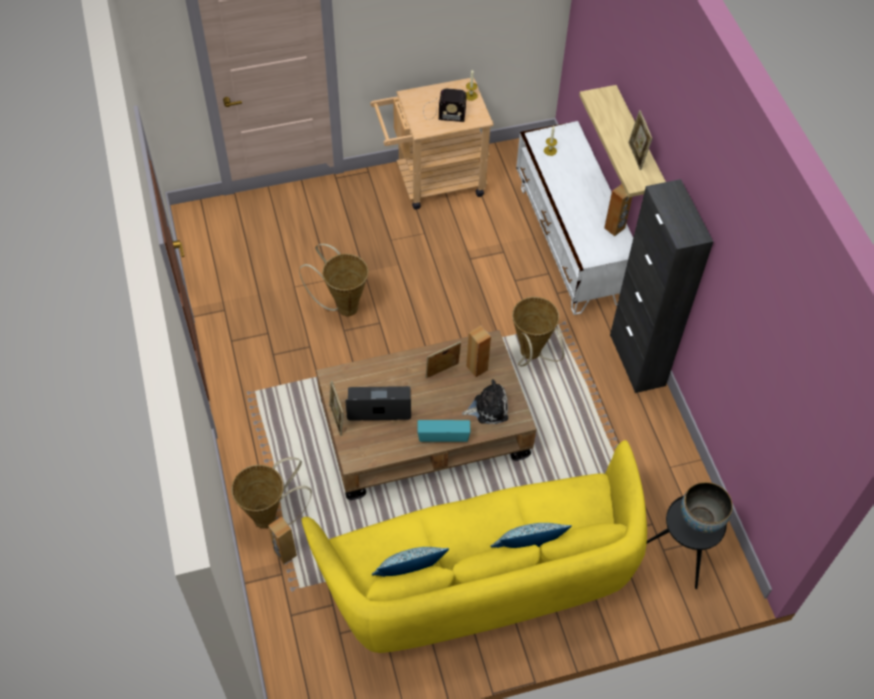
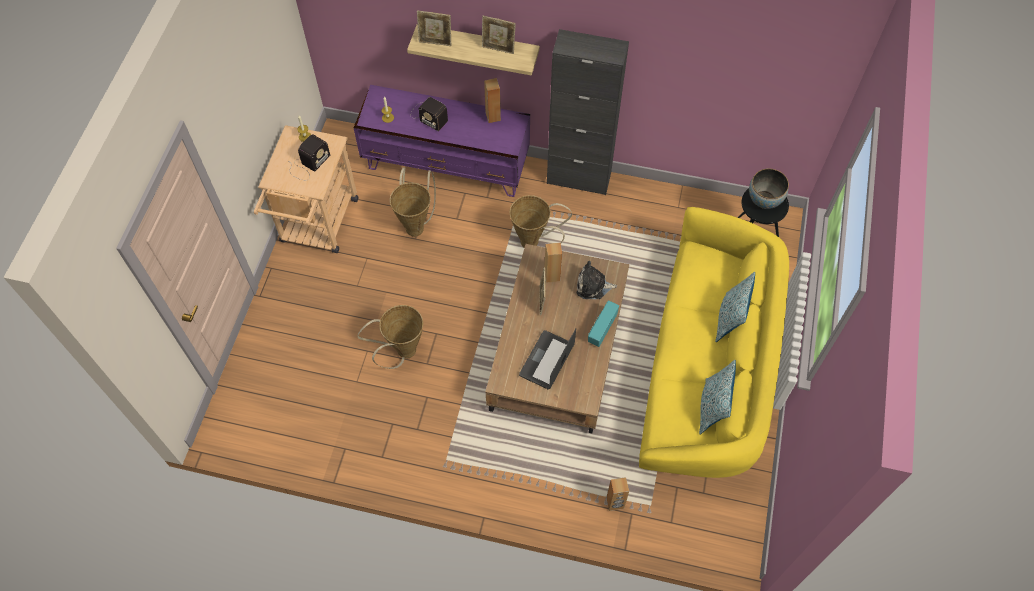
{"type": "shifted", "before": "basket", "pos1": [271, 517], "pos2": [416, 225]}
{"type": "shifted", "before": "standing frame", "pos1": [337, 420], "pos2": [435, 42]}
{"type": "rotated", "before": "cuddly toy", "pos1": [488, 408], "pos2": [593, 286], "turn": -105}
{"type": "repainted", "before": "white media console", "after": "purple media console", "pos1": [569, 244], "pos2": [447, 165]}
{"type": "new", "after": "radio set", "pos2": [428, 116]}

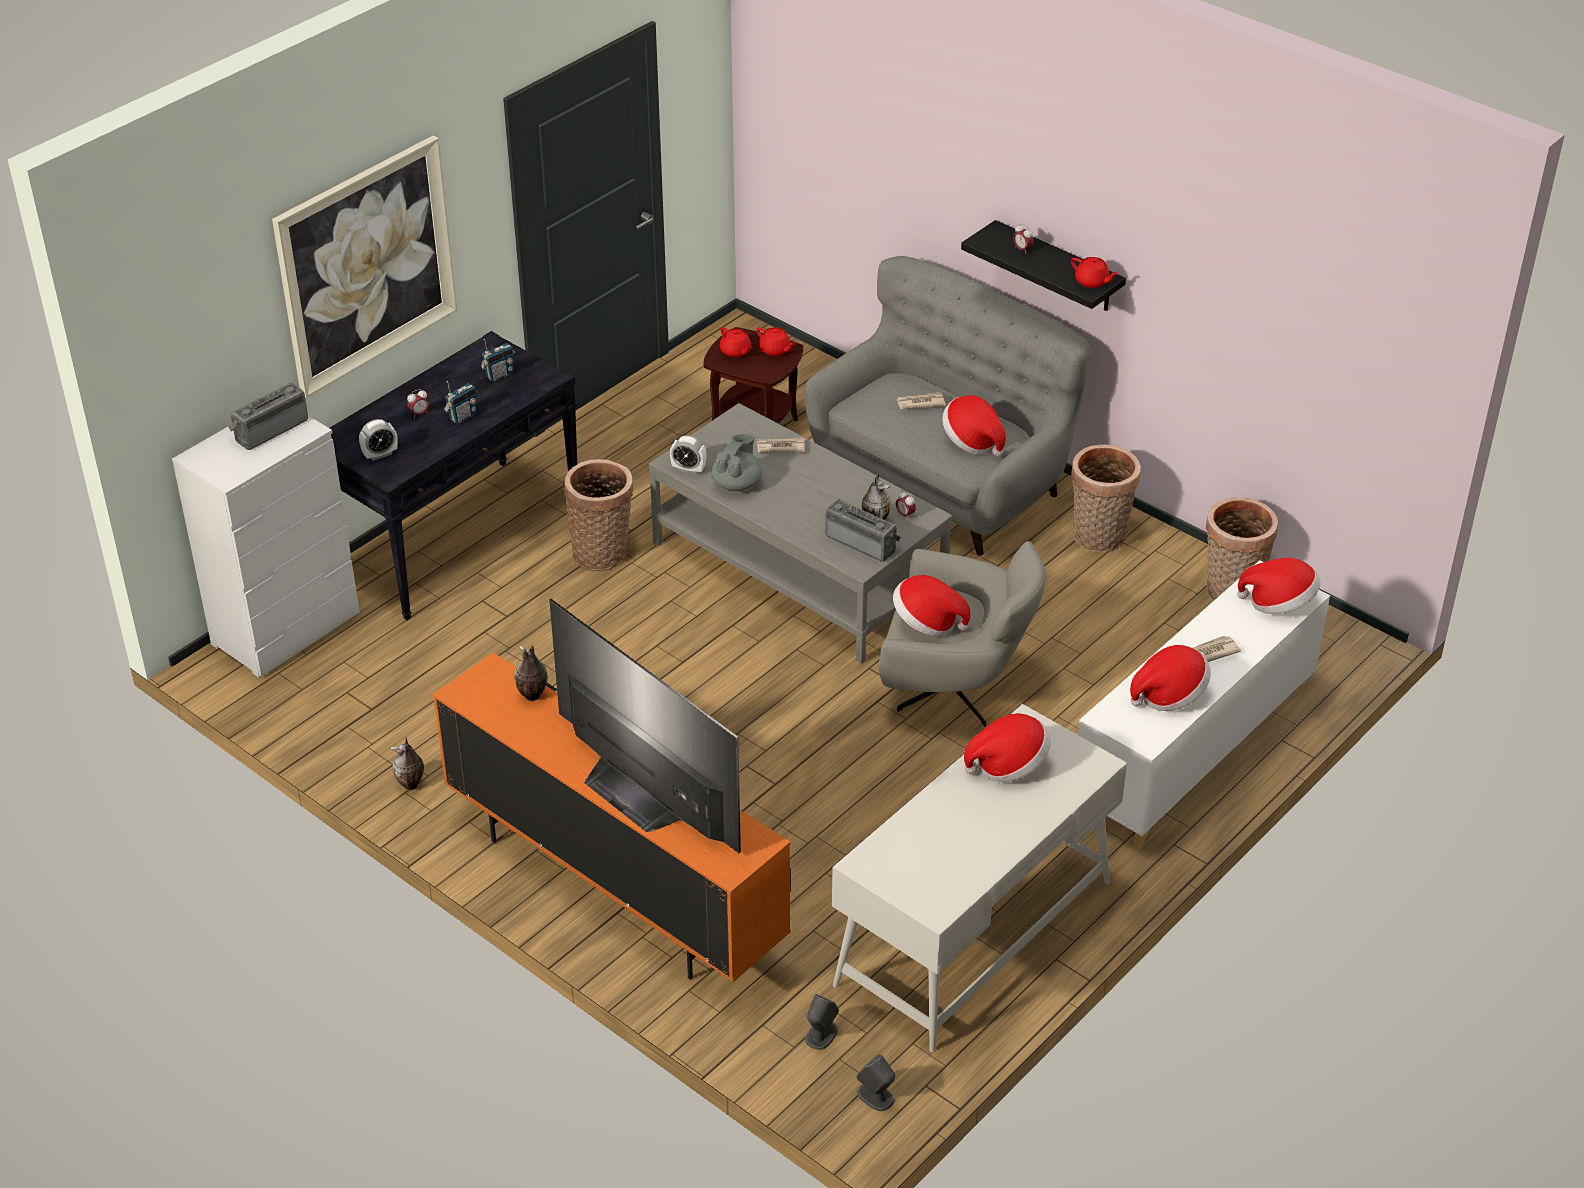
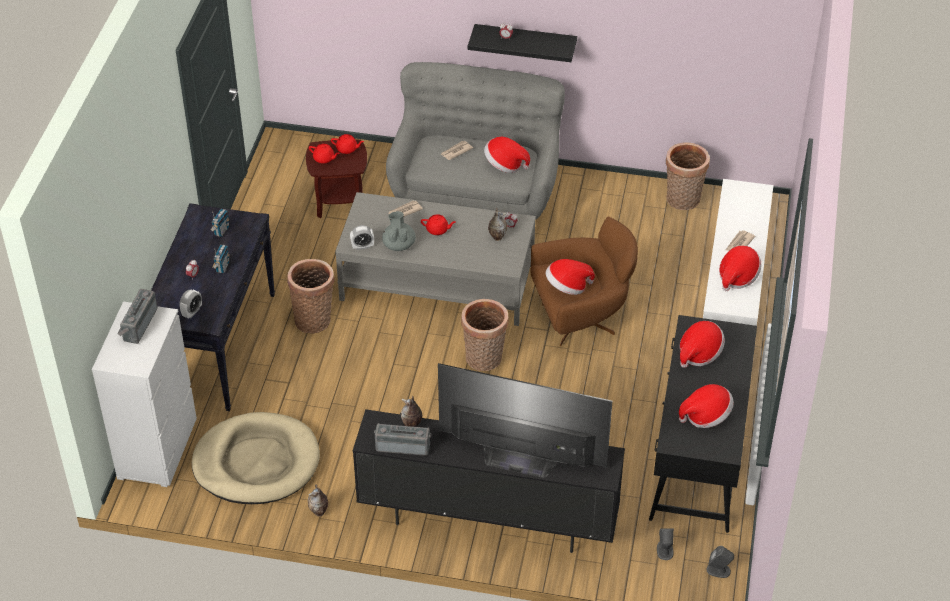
{"type": "gone", "before": "wall art", "pos1": [366, 265]}
{"type": "repainted", "before": "orangey media console", "after": "blackish media console", "pos1": [612, 887], "pos2": [486, 519]}
{"type": "shifted", "before": "radio set", "pos1": [862, 542], "pos2": [403, 445]}
{"type": "repainted", "before": "white desk", "after": "blackish desk", "pos1": [973, 932], "pos2": [698, 456]}
{"type": "repainted", "before": "greyish easy chair", "after": "brownish easy chair", "pos1": [955, 688], "pos2": [581, 319]}
{"type": "shifted", "before": "red-coloured pot for tea", "pos1": [1092, 282], "pos2": [437, 230]}
{"type": "shifted", "before": "basket", "pos1": [1098, 538], "pos2": [484, 360]}
{"type": "shifted", "before": "clothing hat", "pos1": [1279, 603], "pos2": [706, 415]}
{"type": "new", "after": "beige-coloured dog cushion", "pos2": [256, 462]}

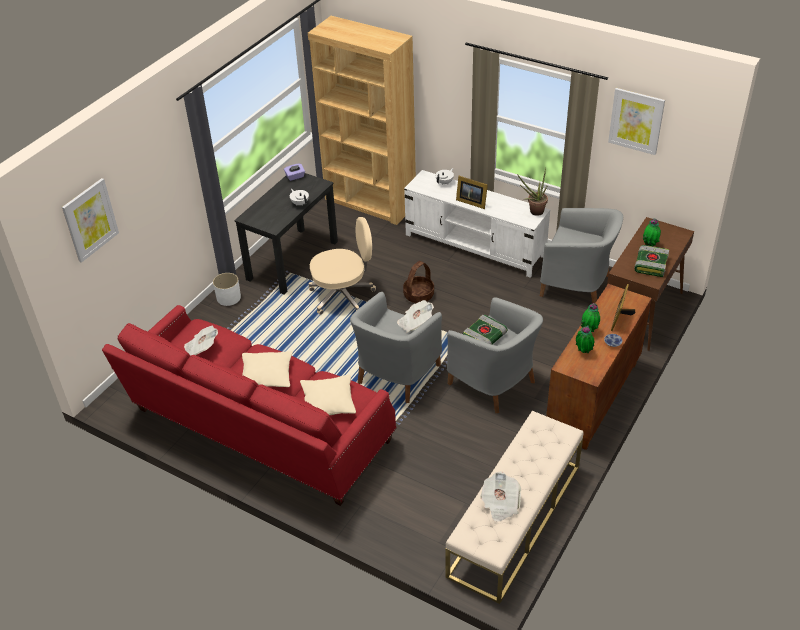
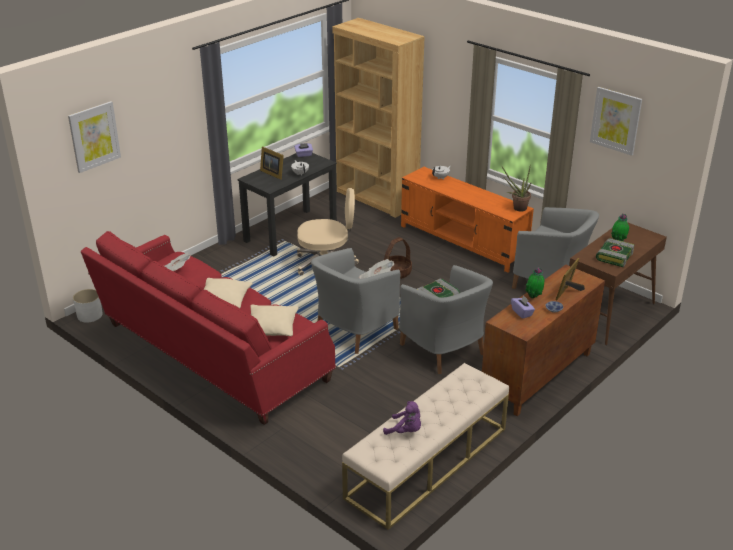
{"type": "shifted", "before": "white flower pot", "pos1": [228, 298], "pos2": [89, 315]}
{"type": "repainted", "before": "white media console", "after": "orangey media console", "pos1": [475, 246], "pos2": [463, 242]}
{"type": "shifted", "before": "standing frame", "pos1": [471, 202], "pos2": [272, 173]}
{"type": "swapped", "before": "newspaper", "after": "purple cuddly toy", "pos1": [500, 504], "pos2": [405, 431]}
{"type": "swapped", "before": "houseplant", "after": "purple box of tissues", "pos1": [583, 352], "pos2": [522, 312]}

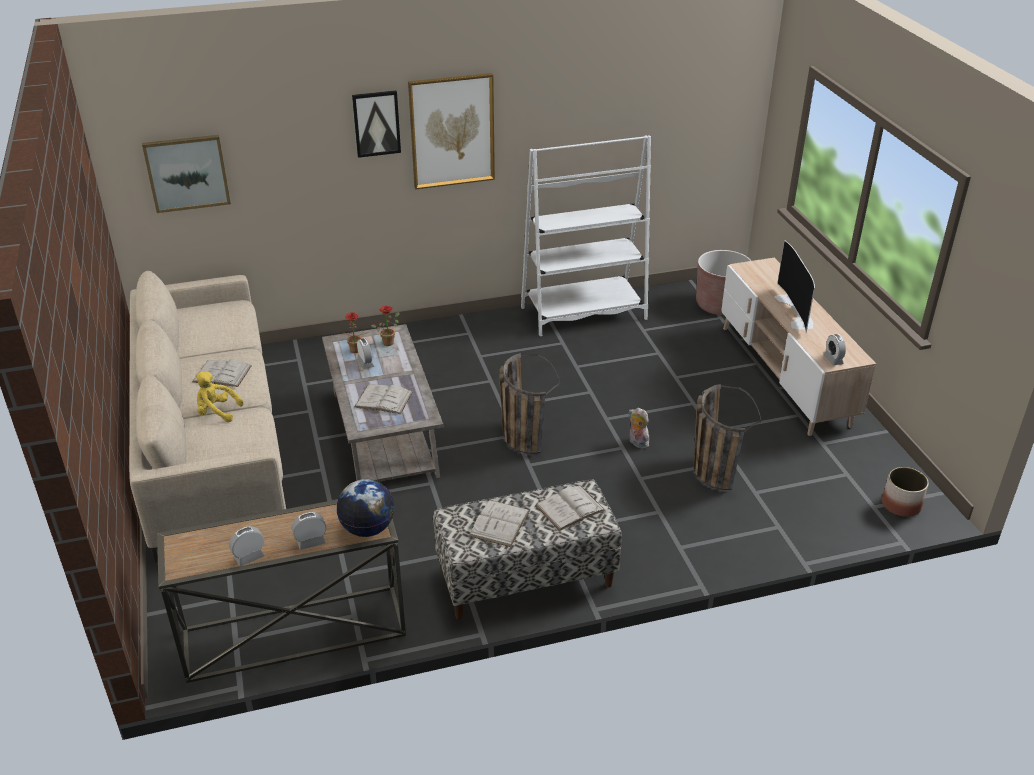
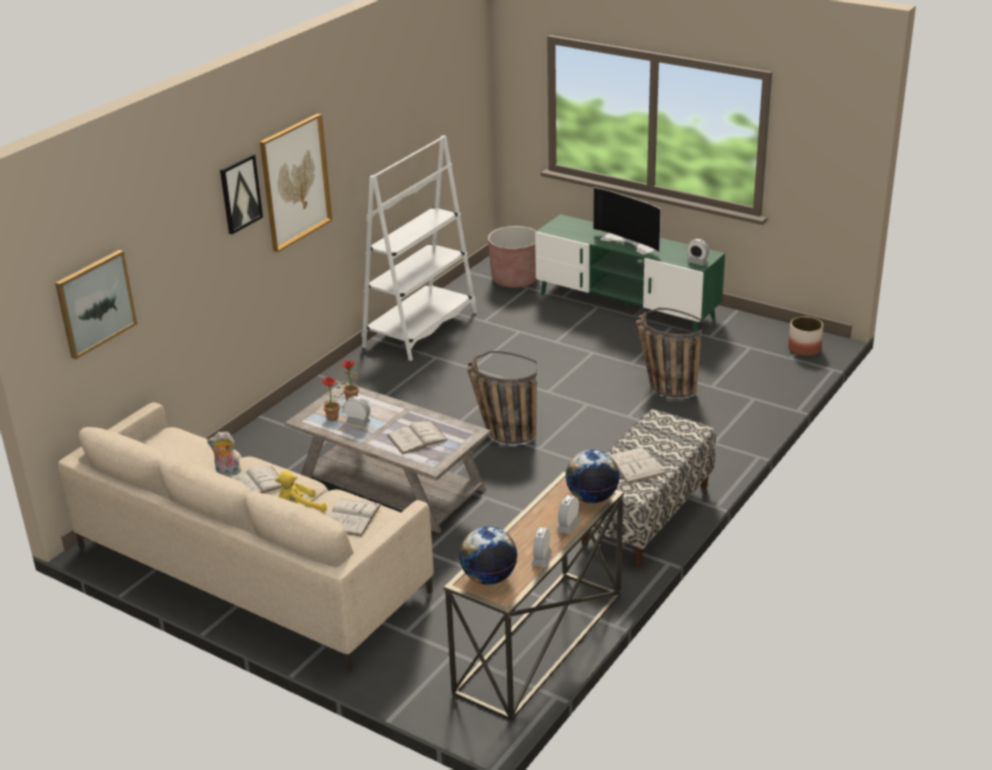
{"type": "shifted", "before": "white book", "pos1": [570, 508], "pos2": [352, 517]}
{"type": "shifted", "before": "cuddly toy", "pos1": [637, 443], "pos2": [227, 472]}
{"type": "repainted", "before": "beige-coloured media console", "after": "green media console", "pos1": [784, 374], "pos2": [626, 305]}
{"type": "new", "after": "world globe", "pos2": [489, 577]}

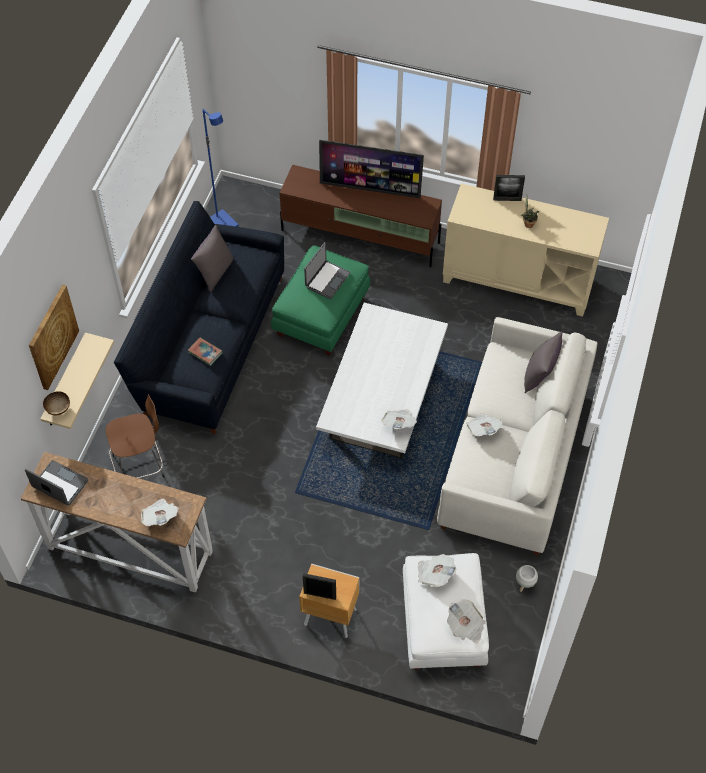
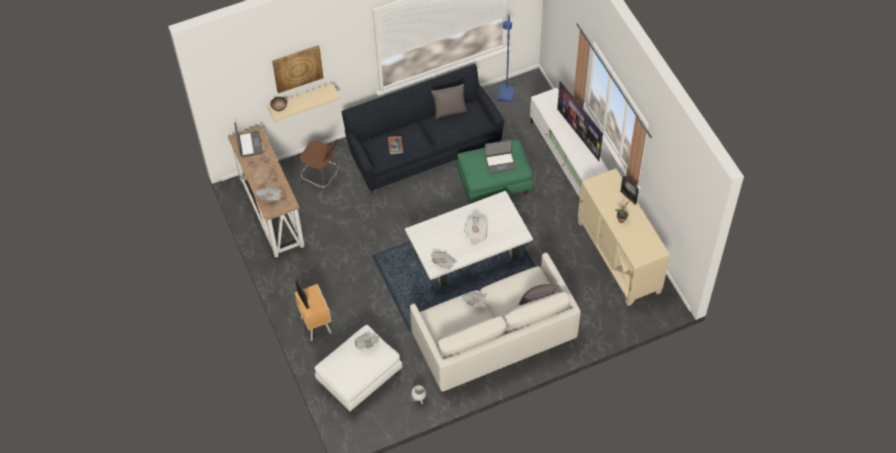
{"type": "repainted", "before": "brownish media console", "after": "white media console", "pos1": [361, 237], "pos2": [567, 161]}
{"type": "shifted", "before": "newspaper", "pos1": [465, 626], "pos2": [476, 234]}

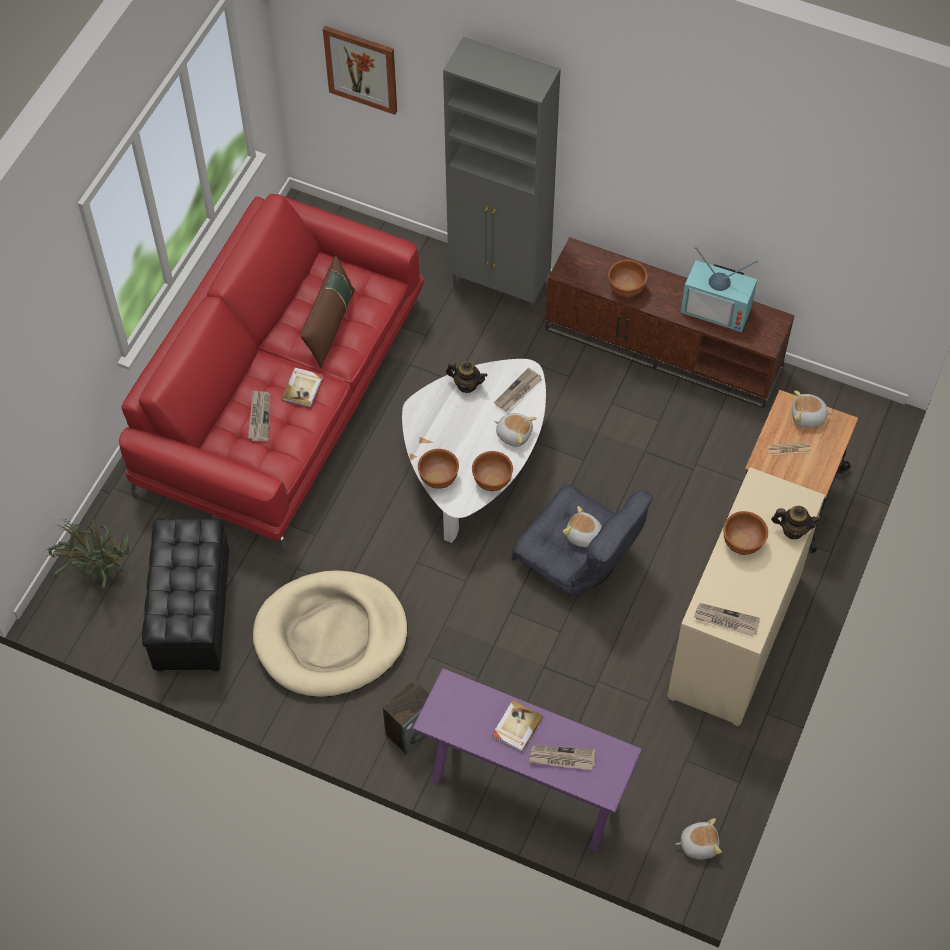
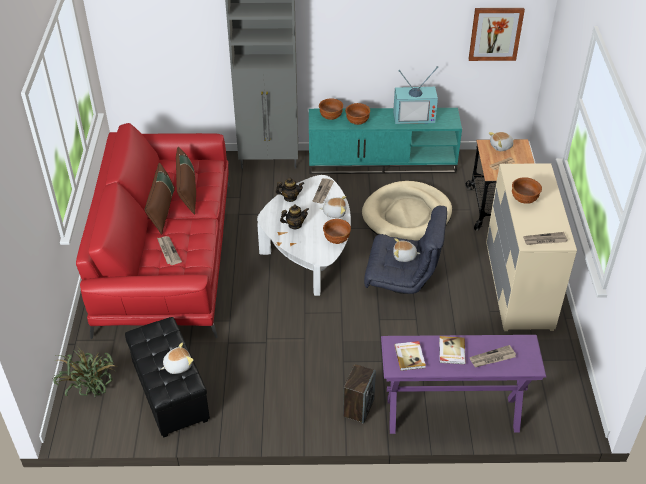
{"type": "shifted", "before": "beige-coloured dog cushion", "pos1": [331, 636], "pos2": [407, 215]}
{"type": "shifted", "before": "book", "pos1": [303, 388], "pos2": [410, 356]}
{"type": "shifted", "before": "wall art", "pos1": [361, 69], "pos2": [495, 33]}
{"type": "shifted", "before": "brownish bowl", "pos1": [439, 478], "pos2": [331, 117]}
{"type": "repainted", "before": "brownish media console", "after": "blue-green media console", "pos1": [665, 347], "pos2": [382, 162]}
{"type": "shifted", "before": "cuddly toy", "pos1": [698, 844], "pos2": [177, 365]}
{"type": "shifted", "before": "pot for tea", "pos1": [793, 530], "pos2": [295, 225]}
{"type": "new", "after": "brownish pillow", "pos2": [162, 210]}

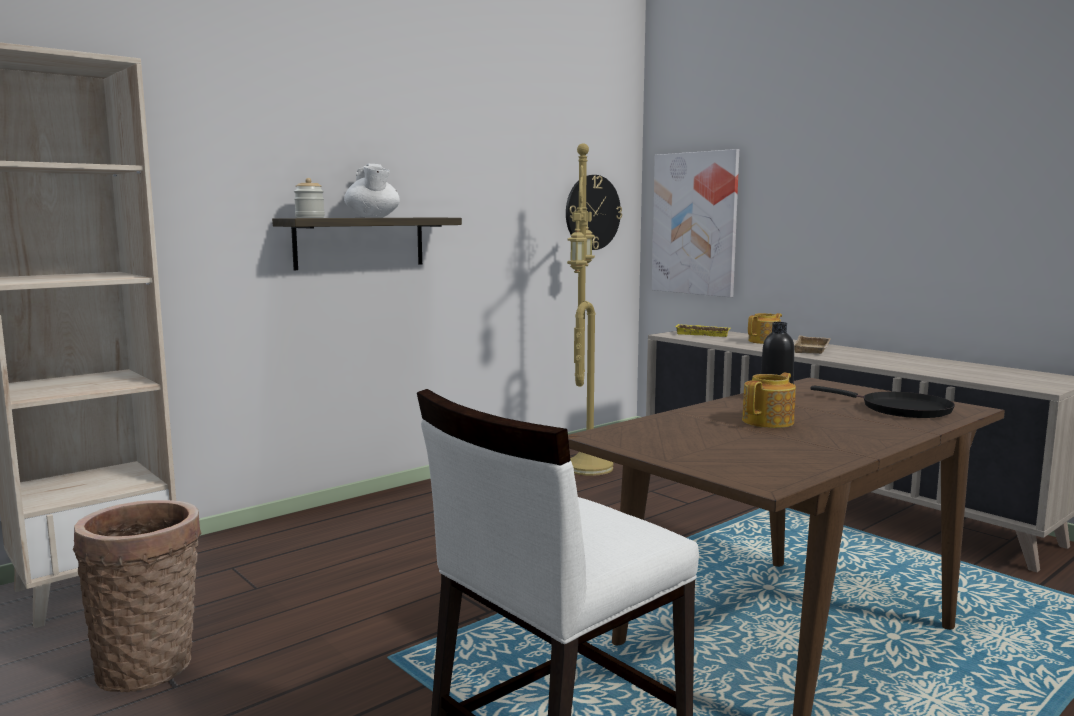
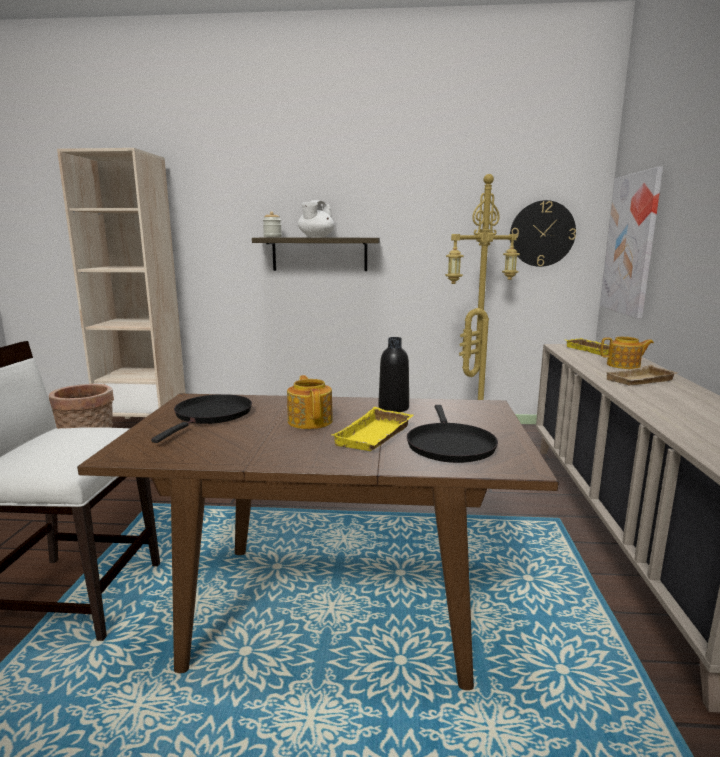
{"type": "rotated", "before": "pot for tea", "pos1": [769, 421], "pos2": [310, 421], "turn": -105}
{"type": "new", "after": "blackish pan", "pos2": [211, 416]}
{"type": "new", "after": "yellow tray", "pos2": [376, 437]}

